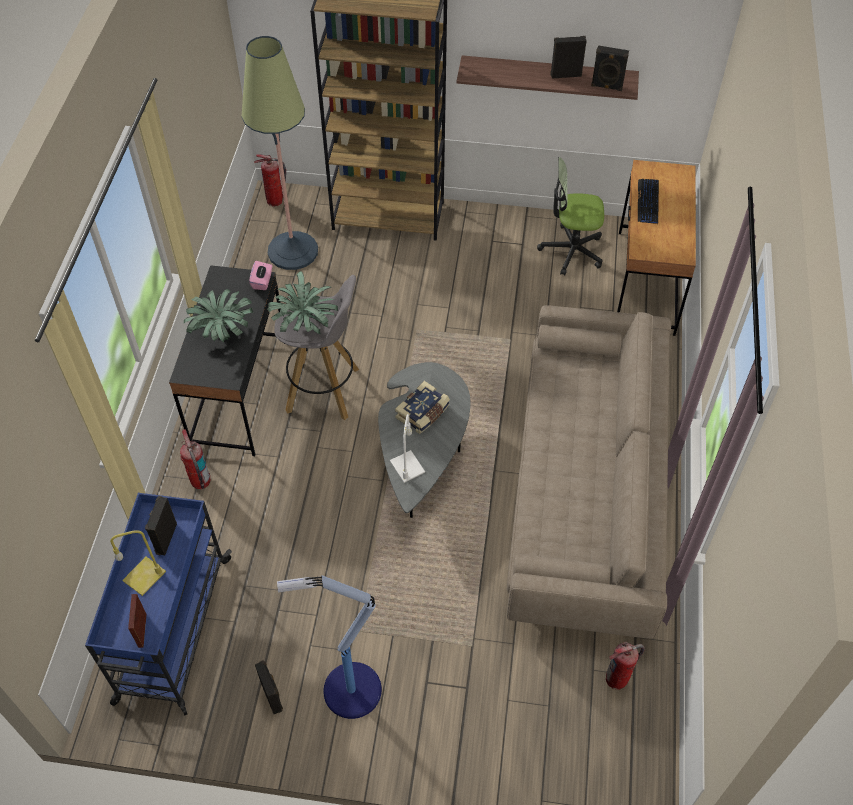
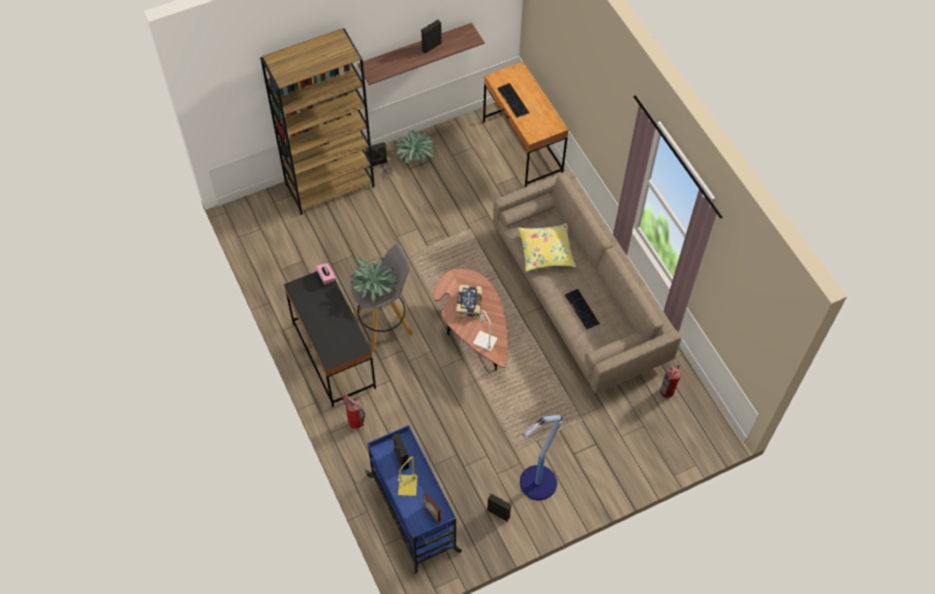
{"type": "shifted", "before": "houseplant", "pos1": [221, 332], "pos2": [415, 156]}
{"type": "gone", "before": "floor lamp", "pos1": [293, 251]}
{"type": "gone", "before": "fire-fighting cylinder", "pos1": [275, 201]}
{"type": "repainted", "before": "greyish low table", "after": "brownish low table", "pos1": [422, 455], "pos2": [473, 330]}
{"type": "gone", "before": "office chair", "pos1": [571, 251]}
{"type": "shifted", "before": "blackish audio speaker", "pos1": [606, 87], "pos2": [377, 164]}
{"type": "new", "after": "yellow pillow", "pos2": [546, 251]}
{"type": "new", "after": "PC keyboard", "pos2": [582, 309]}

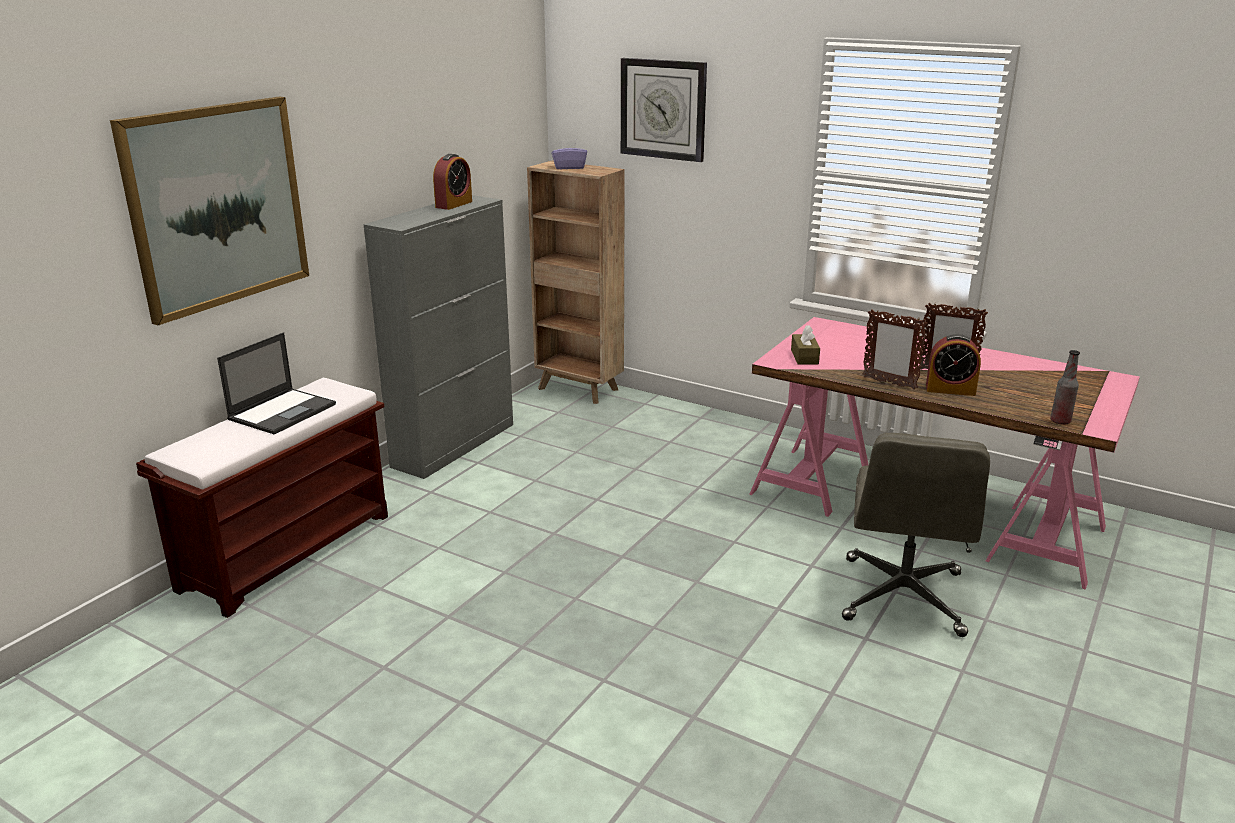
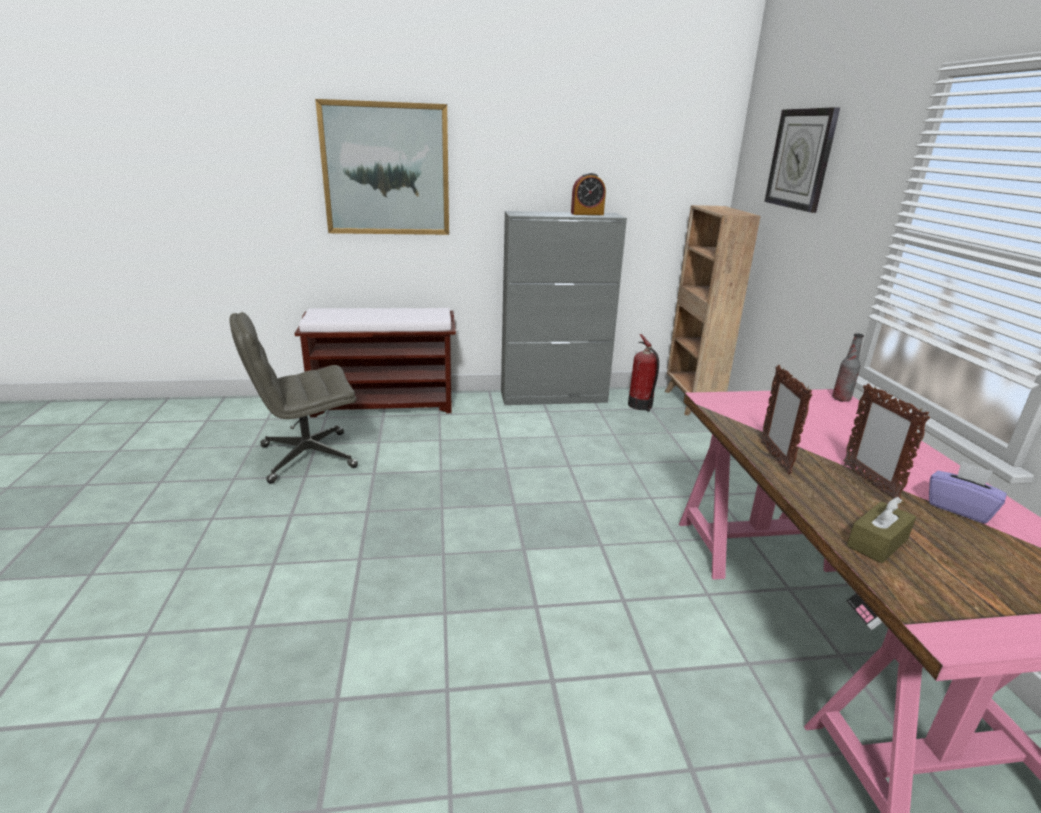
{"type": "gone", "before": "notebook computer", "pos1": [283, 411]}
{"type": "shifted", "before": "purple box of tissues", "pos1": [569, 167], "pos2": [959, 508]}
{"type": "shifted", "before": "brownish box of tissues", "pos1": [804, 357], "pos2": [877, 542]}
{"type": "shifted", "before": "greyish office chair", "pos1": [903, 597], "pos2": [306, 457]}
{"type": "gone", "before": "alarm clock", "pos1": [950, 390]}
{"type": "shifted", "before": "drink bottle", "pos1": [1060, 421], "pos2": [841, 399]}
{"type": "new", "after": "fire-fighting cylinder", "pos2": [641, 405]}

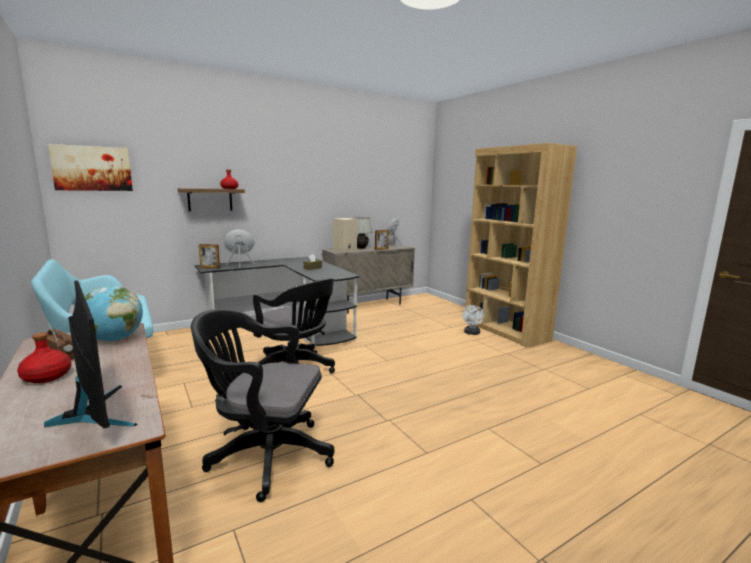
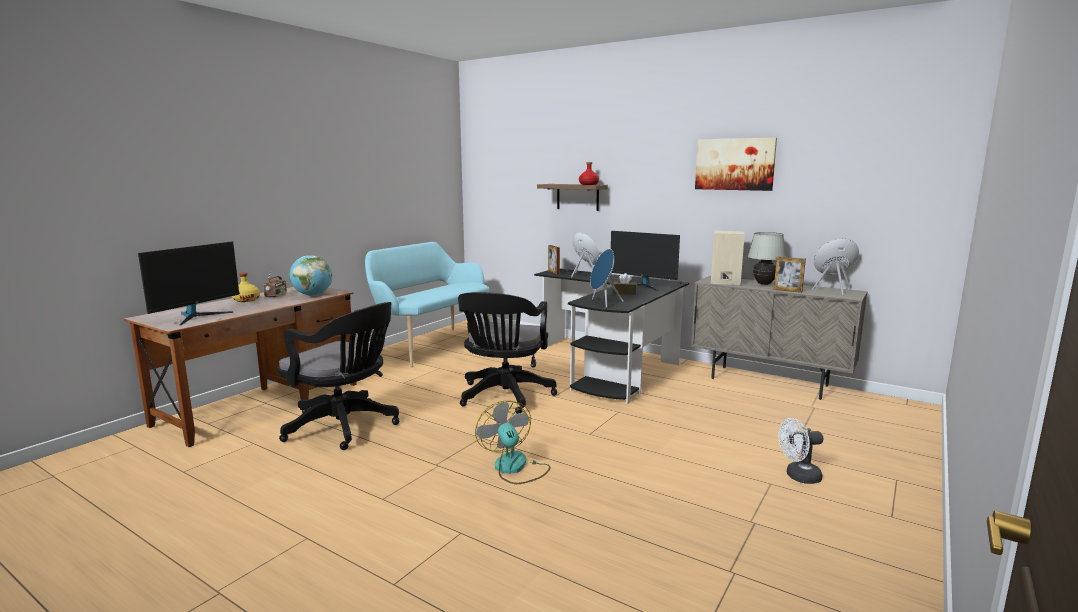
{"type": "repainted", "before": "red-coloured drink bottle", "after": "yellow drink bottle", "pos1": [46, 376], "pos2": [246, 300]}
{"type": "shifted", "before": "wall art", "pos1": [92, 168], "pos2": [734, 164]}
{"type": "rotated", "before": "blackish office chair", "pos1": [265, 455], "pos2": [345, 427], "turn": 135}
{"type": "gone", "before": "brownish bookshelf", "pos1": [505, 330]}
{"type": "new", "after": "electric fan", "pos2": [515, 468]}
{"type": "new", "after": "blue audio speaker", "pos2": [603, 303]}
{"type": "new", "after": "monitor", "pos2": [643, 286]}

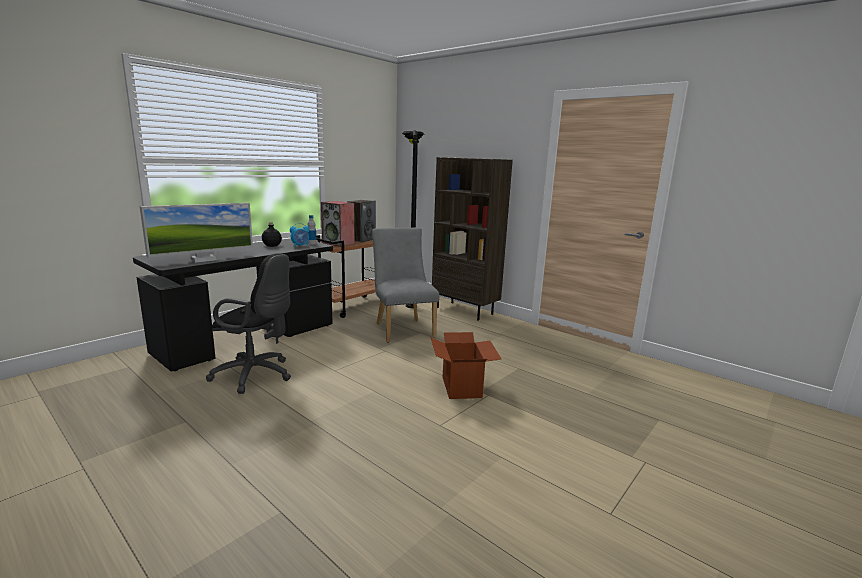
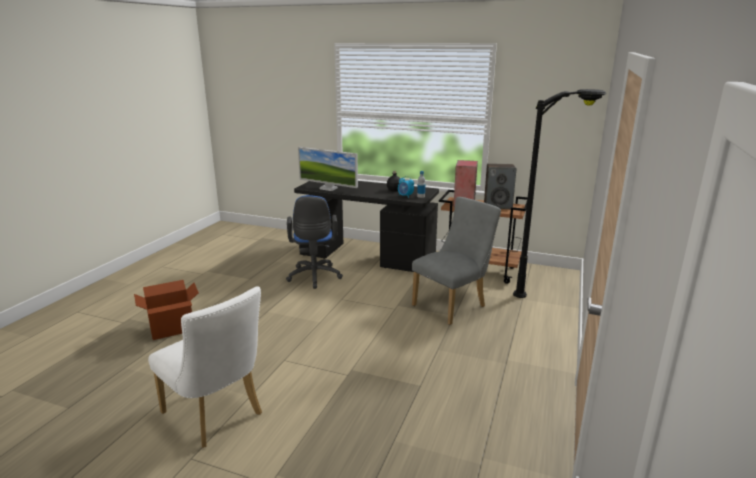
{"type": "repainted", "before": "blackish office chair", "after": "blue office chair", "pos1": [256, 375], "pos2": [314, 277]}
{"type": "shifted", "before": "cardboard box", "pos1": [462, 387], "pos2": [172, 329]}
{"type": "gone", "before": "brownish bookshelf", "pos1": [465, 311]}
{"type": "new", "after": "white upright chair", "pos2": [217, 416]}

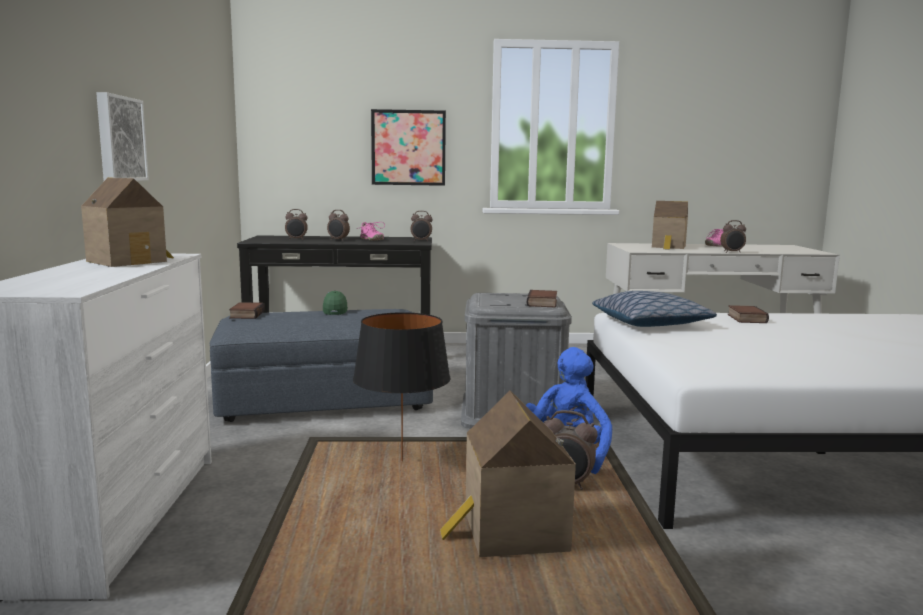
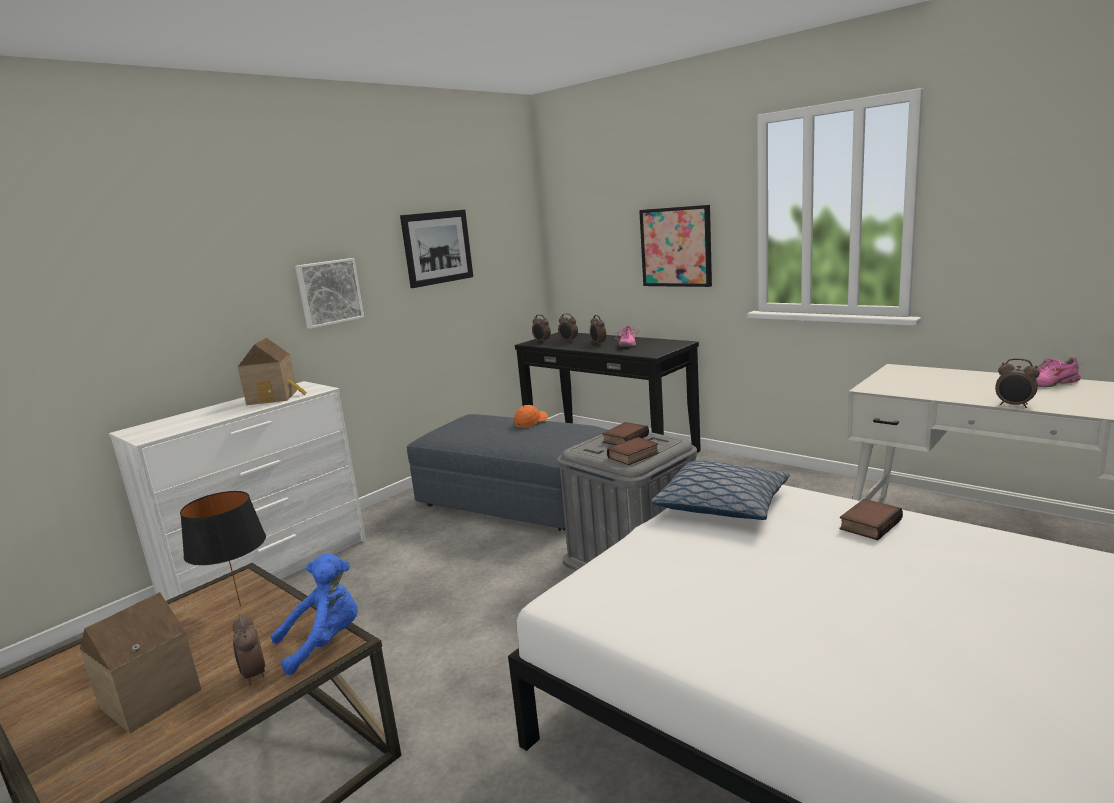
{"type": "shifted", "before": "book", "pos1": [246, 314], "pos2": [625, 438]}
{"type": "repainted", "before": "green peaked cap", "after": "orangey peaked cap", "pos1": [335, 310], "pos2": [531, 422]}
{"type": "shifted", "before": "alarm clock", "pos1": [421, 241], "pos2": [542, 342]}
{"type": "gone", "before": "model house", "pos1": [669, 247]}
{"type": "new", "after": "wall art", "pos2": [437, 247]}

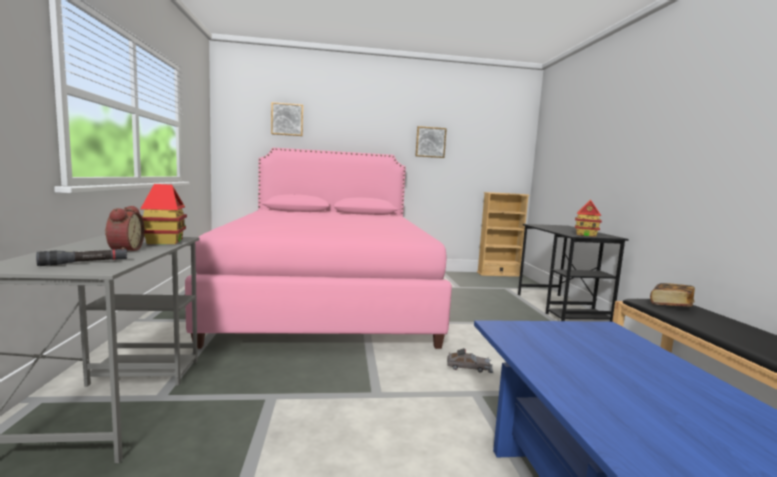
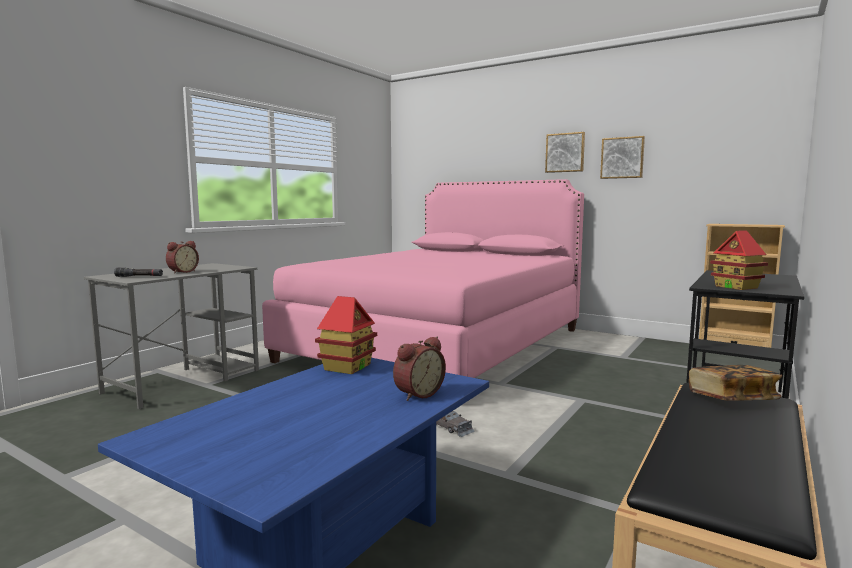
{"type": "shifted", "before": "model house", "pos1": [164, 241], "pos2": [347, 367]}
{"type": "shifted", "before": "wall art", "pos1": [287, 119], "pos2": [565, 152]}
{"type": "new", "after": "alarm clock", "pos2": [417, 394]}

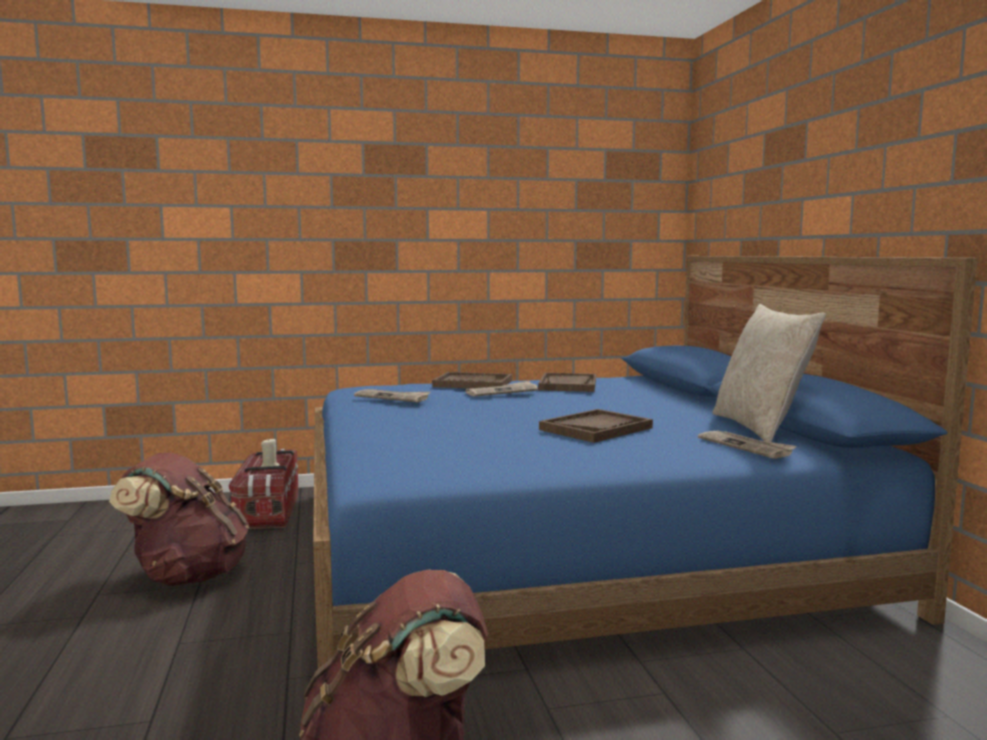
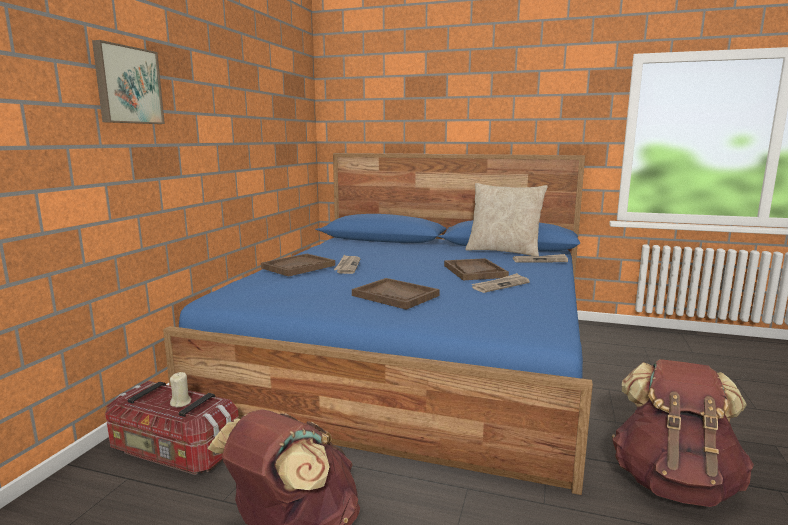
{"type": "shifted", "before": "newspaper", "pos1": [393, 397], "pos2": [500, 285]}
{"type": "shifted", "before": "brownish tray", "pos1": [568, 385], "pos2": [395, 295]}
{"type": "new", "after": "wall art", "pos2": [127, 85]}

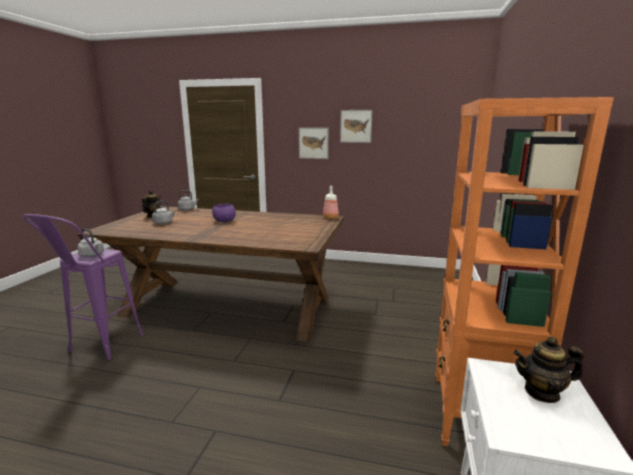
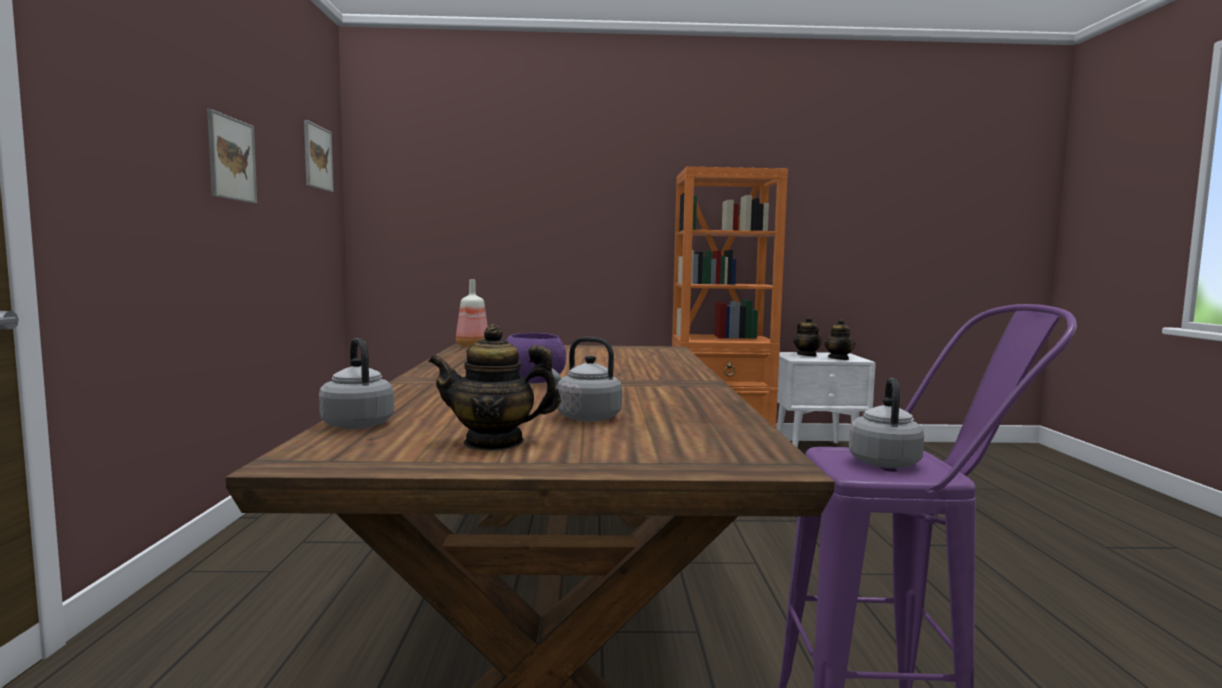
{"type": "shifted", "before": "wall art", "pos1": [313, 143], "pos2": [318, 157]}
{"type": "new", "after": "pot for tea", "pos2": [839, 358]}

